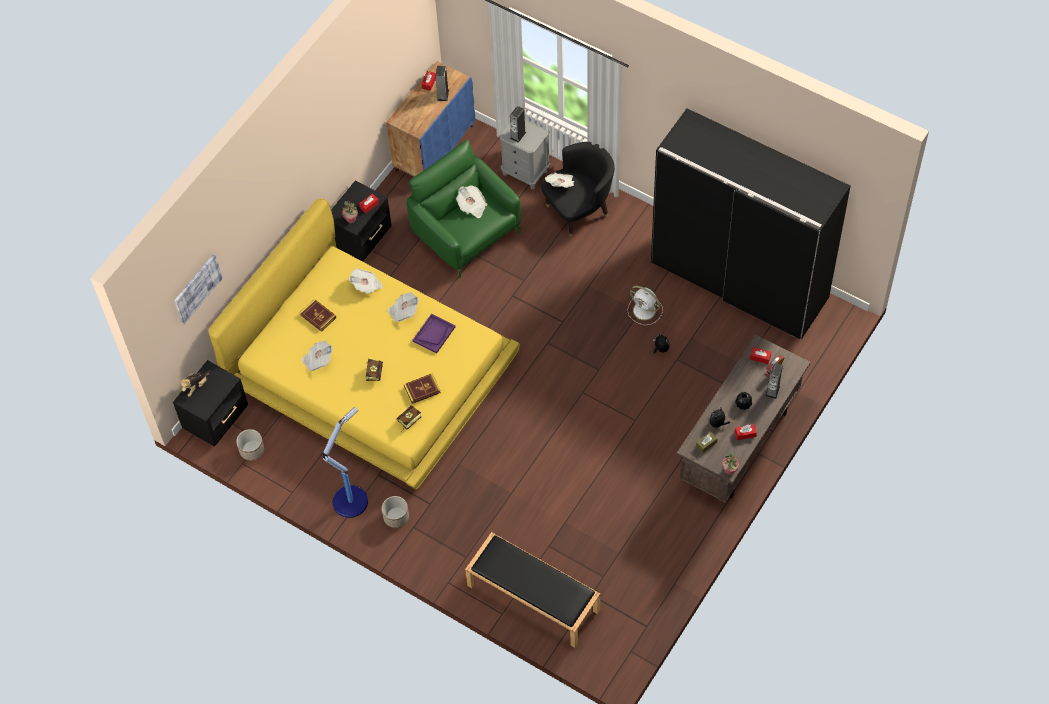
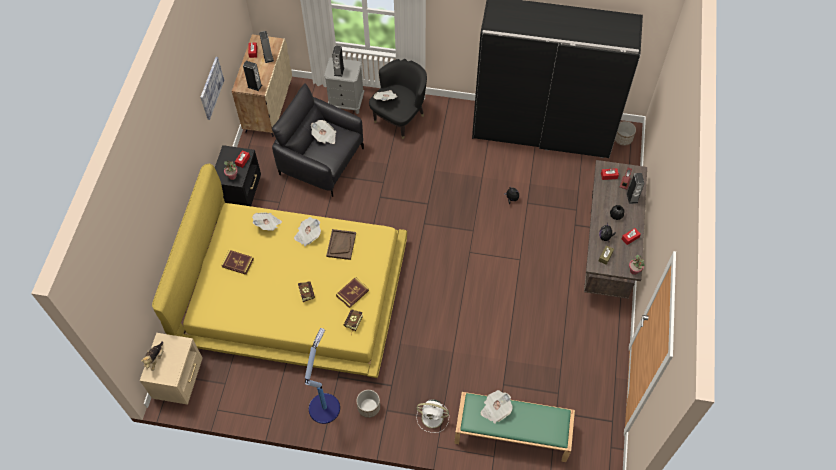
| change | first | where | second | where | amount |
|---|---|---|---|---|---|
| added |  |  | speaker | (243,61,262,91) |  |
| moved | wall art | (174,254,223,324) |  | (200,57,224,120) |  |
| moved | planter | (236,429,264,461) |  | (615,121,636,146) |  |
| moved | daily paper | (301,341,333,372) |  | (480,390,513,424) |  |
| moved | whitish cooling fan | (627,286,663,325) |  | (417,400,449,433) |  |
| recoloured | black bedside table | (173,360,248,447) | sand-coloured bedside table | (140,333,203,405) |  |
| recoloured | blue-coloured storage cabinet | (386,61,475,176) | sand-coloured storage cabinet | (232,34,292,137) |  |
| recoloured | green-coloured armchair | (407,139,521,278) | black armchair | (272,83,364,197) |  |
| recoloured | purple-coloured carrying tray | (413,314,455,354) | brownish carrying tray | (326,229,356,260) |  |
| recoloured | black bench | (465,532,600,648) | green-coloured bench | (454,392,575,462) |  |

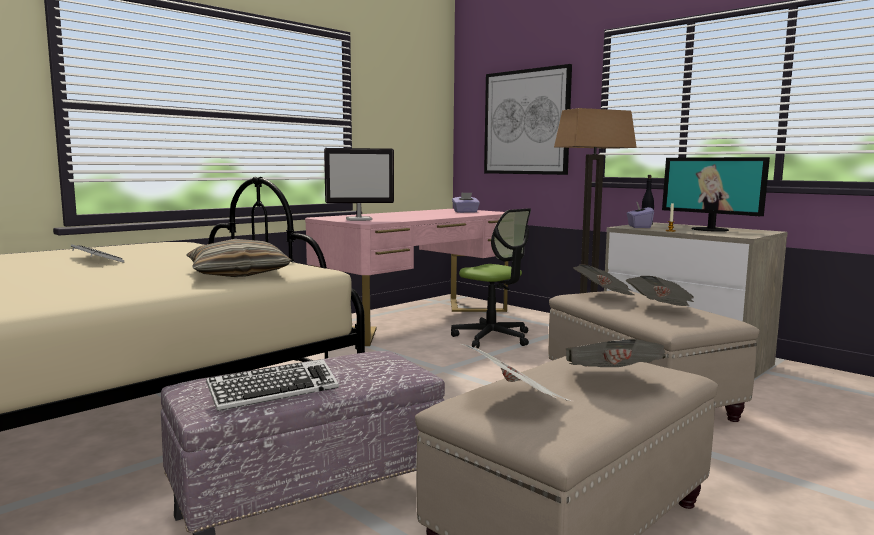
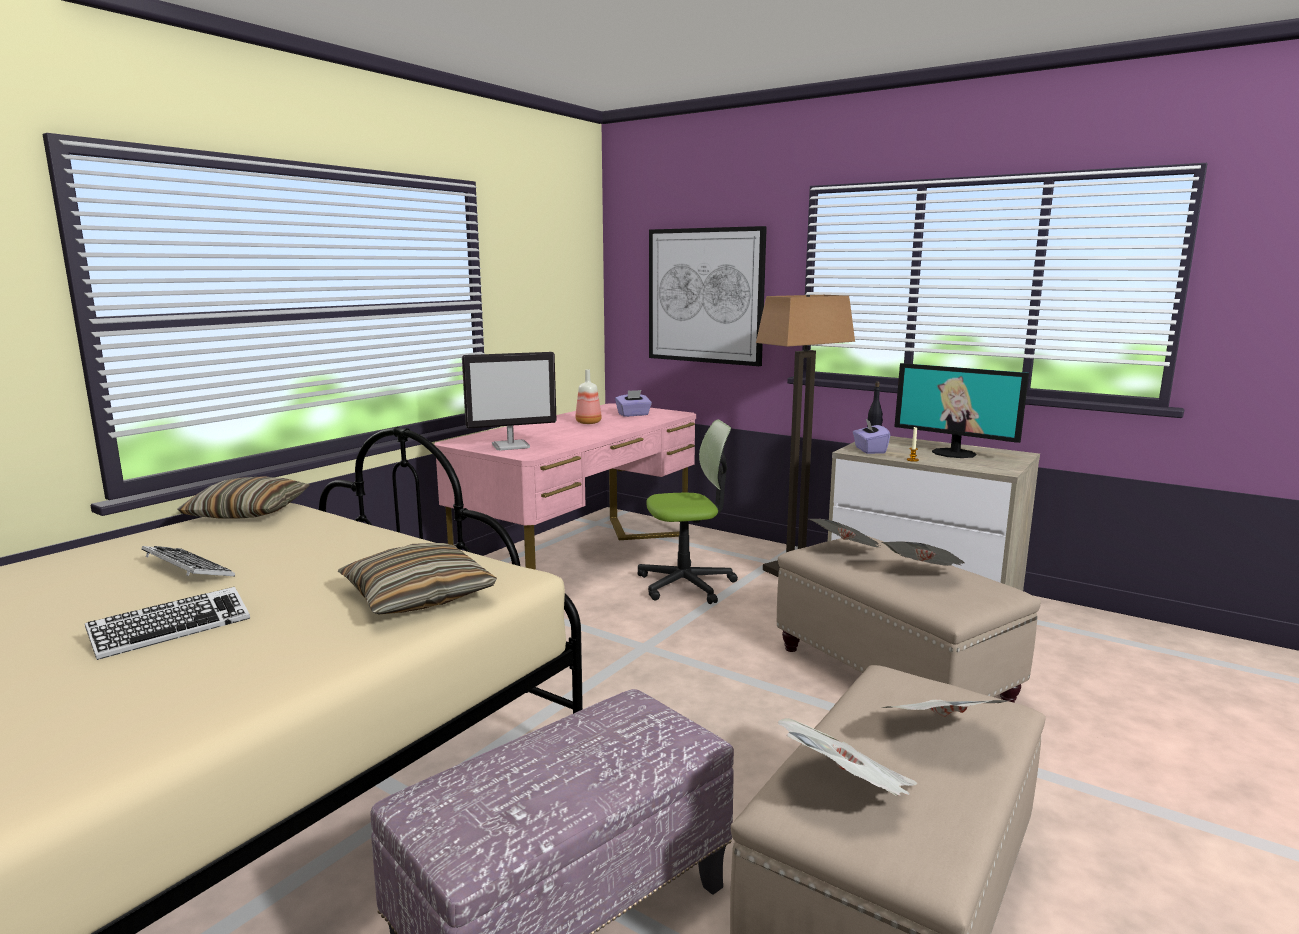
| change | first | where | second | where | amount |
|---|---|---|---|---|---|
| added |  |  | throw pillow | (177,476,310,518) |  |
| added |  |  | drink bottle | (576,369,602,424) |  |
| moved | keyboard | (206,359,339,411) |  | (85,587,250,660) |  |
| turned | office chair | (451,208,531,348) |  | (638,419,738,604) | 45 degrees counterclockwise |

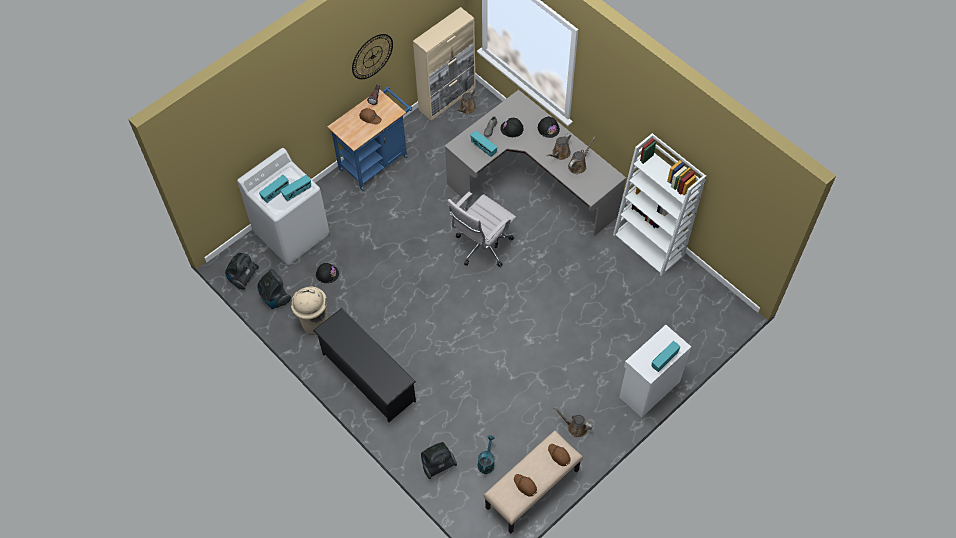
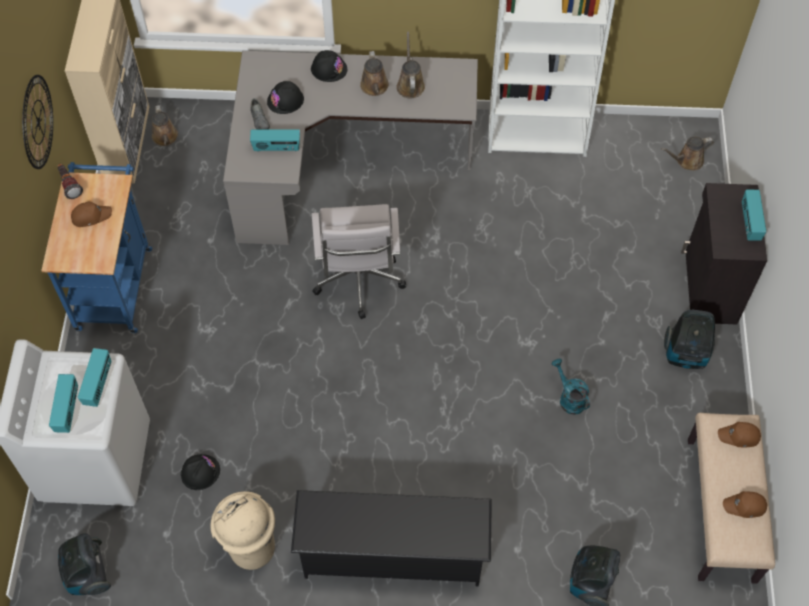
| change | first | where | second | where | amount |
|---|---|---|---|---|---|
| moved | hoover | (257,269,291,309) |  | (664,310,715,369) |  |
| moved | turquoise-coloured watering pot | (478,435,495,474) |  | (552,359,590,415) |  |
| moved | brownish watering pot | (553,407,593,437) |  | (661,137,714,171) |  |
| recoloured | whitish storage cabinet | (619,325,691,418) | black storage cabinet | (681,183,767,324) |  |

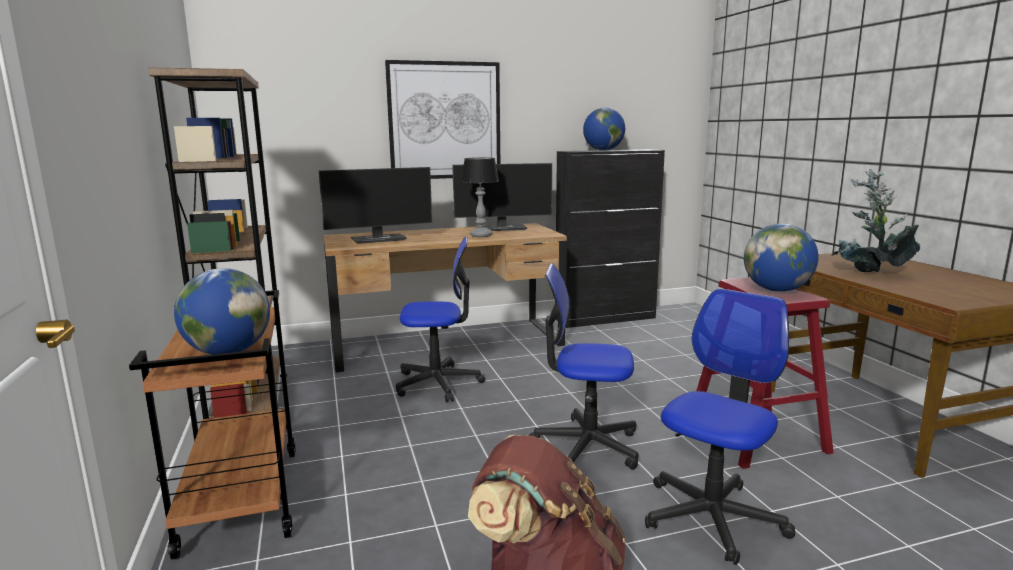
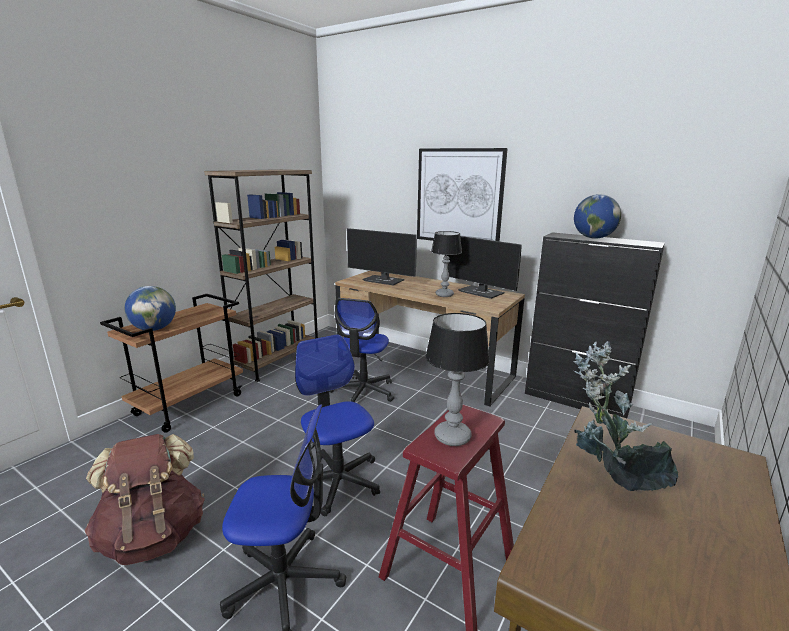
| change | first | where | second | where | amount |
|---|---|---|---|---|---|
| replaced | world globe | (744,223,819,292) | table lamp | (426,313,490,446) |  |
| turned | office chair | (396,237,485,402) |  | (329,298,394,402) | 60 degrees clockwise |

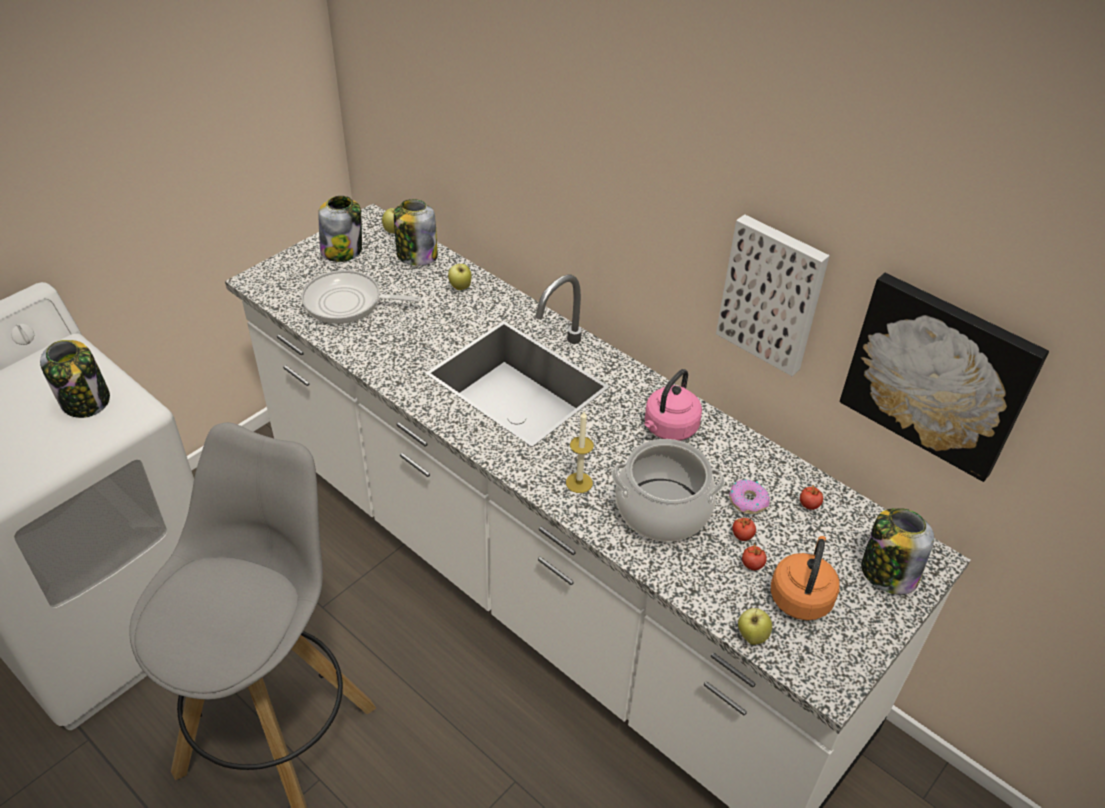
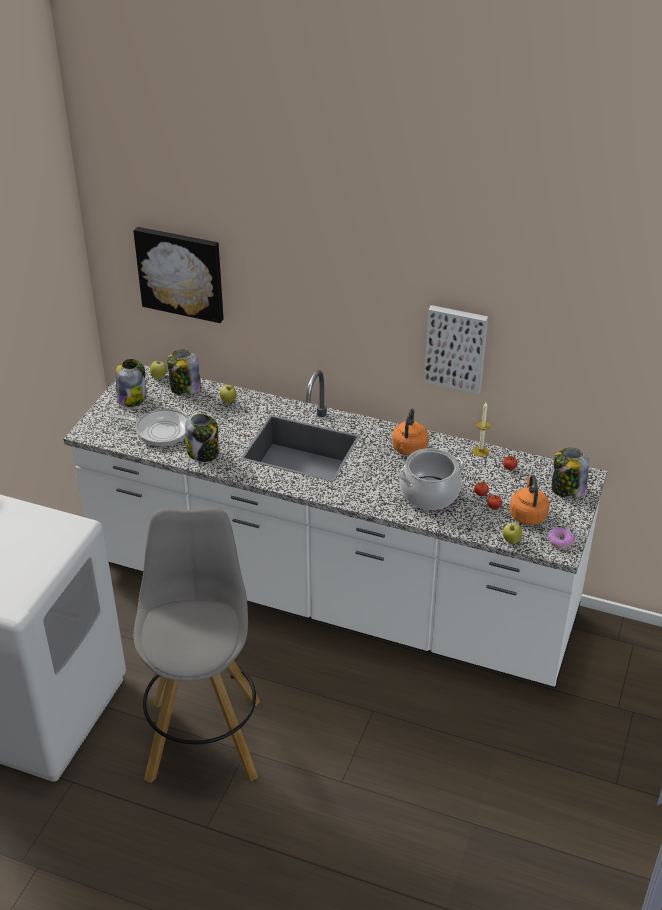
| change | first | where | second | where | amount |
|---|---|---|---|---|---|
| moved | preserve jar | (40,340,110,418) |  | (185,414,219,462) |  |
| moved | candle | (566,412,594,493) |  | (473,402,491,457) |  |
| moved | doughnut | (729,479,770,514) |  | (547,527,575,549) |  |
| moved | wall art | (840,273,1049,482) |  | (133,227,224,323) |  |
| recoloured | pink-coloured tea kettle | (644,369,702,441) | orangey tea kettle | (392,408,428,455) |  |
| turned | skillet | (301,270,421,324) |  | (109,409,188,446) | 150 degrees counterclockwise |

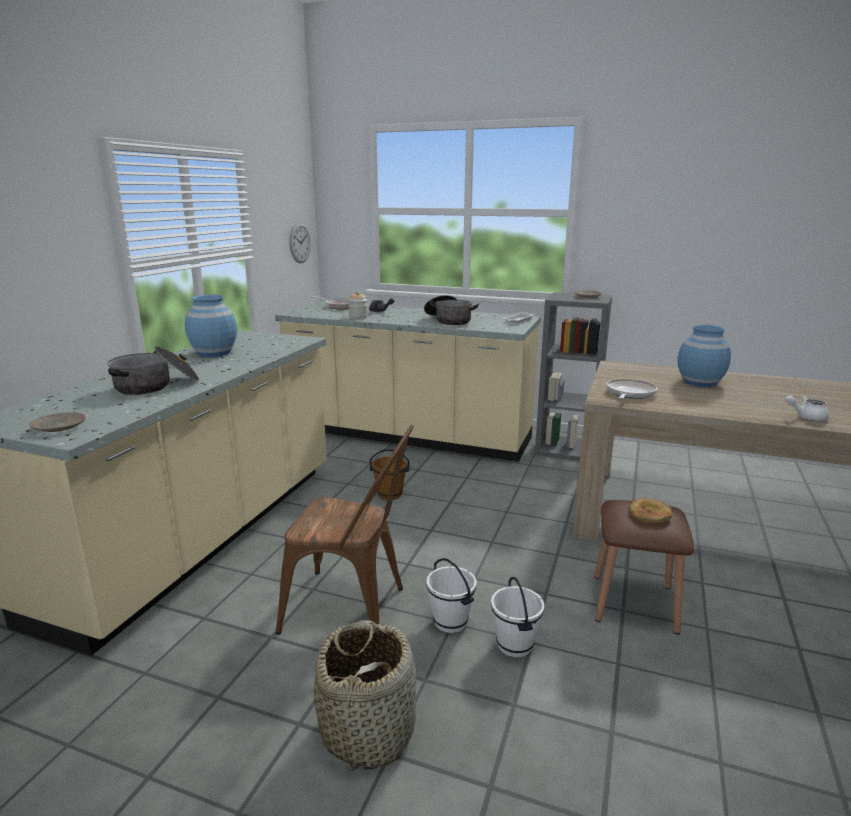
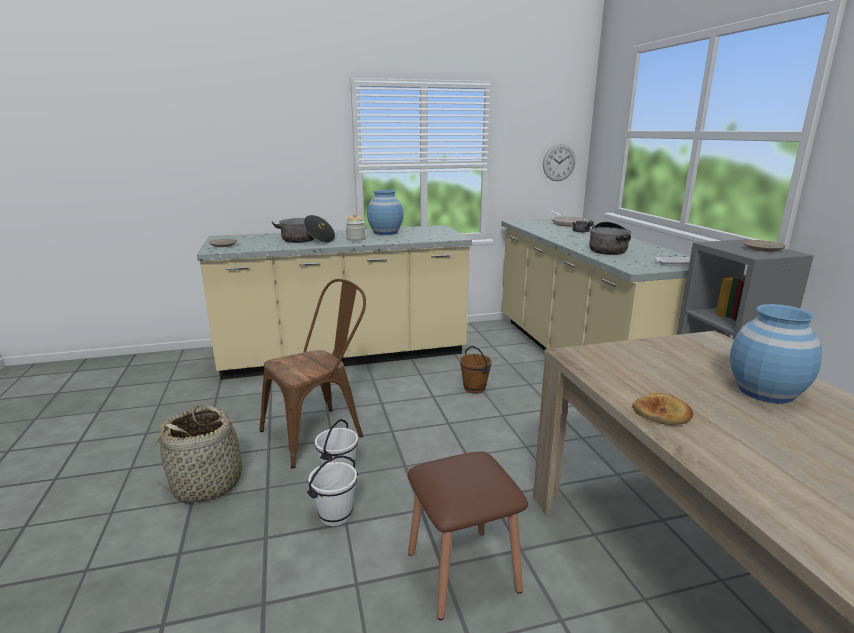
| change | first | where | second | where | amount |
|---|---|---|---|---|---|
| removed | skillet | (606,379,657,399) |  |  |  |
| removed | whitish teapot | (785,396,829,421) |  |  |  |
| moved | preserve jar | (348,291,368,319) |  | (346,214,365,241) |  |
| moved | bakery bread | (629,498,673,523) |  | (632,393,693,425) |  |
| turned | brownish plain chair | (276,425,414,635) |  | (260,279,366,469) | 105 degrees counterclockwise |

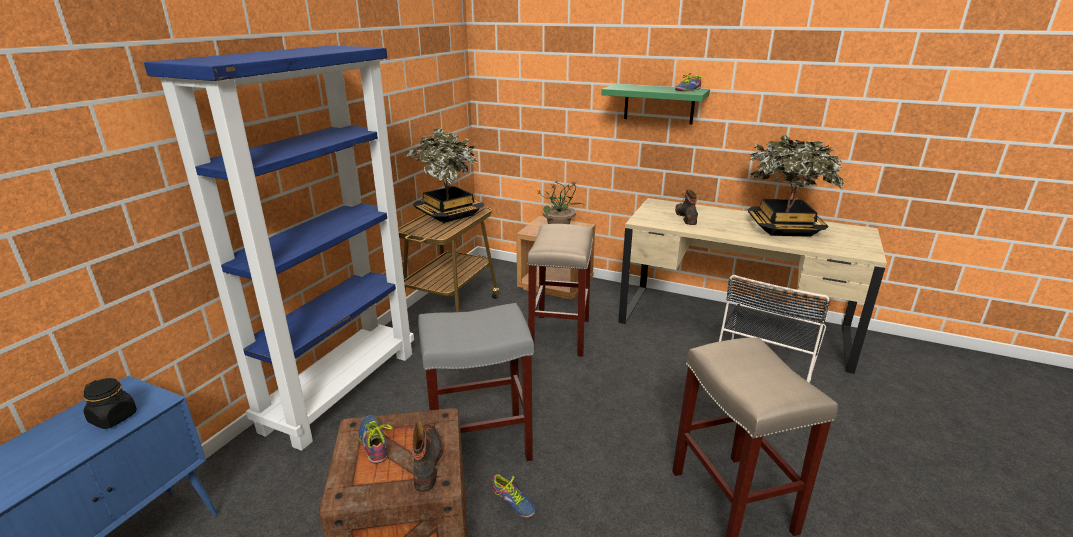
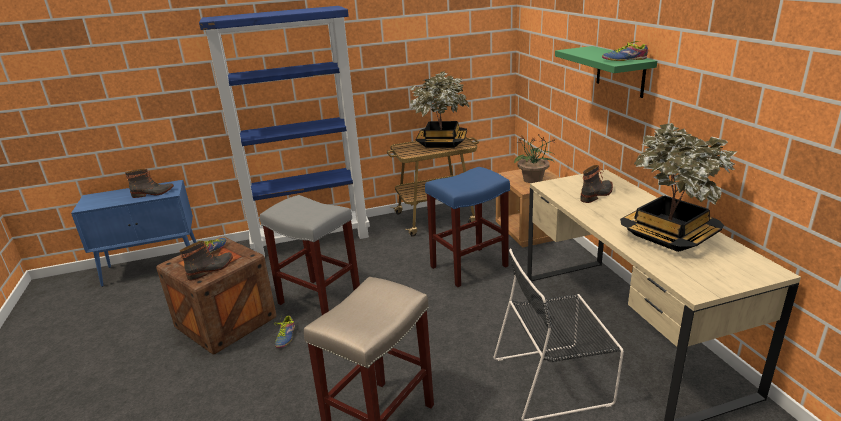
| change | first | where | second | where | amount |
|---|---|---|---|---|---|
| replaced | black preserve jar | (83,378,137,429) | high-top boot | (125,169,174,198) |  |
| recoloured | sand-coloured stool seat | (527,224,593,357) | blue-coloured stool seat | (425,167,510,287) |  |

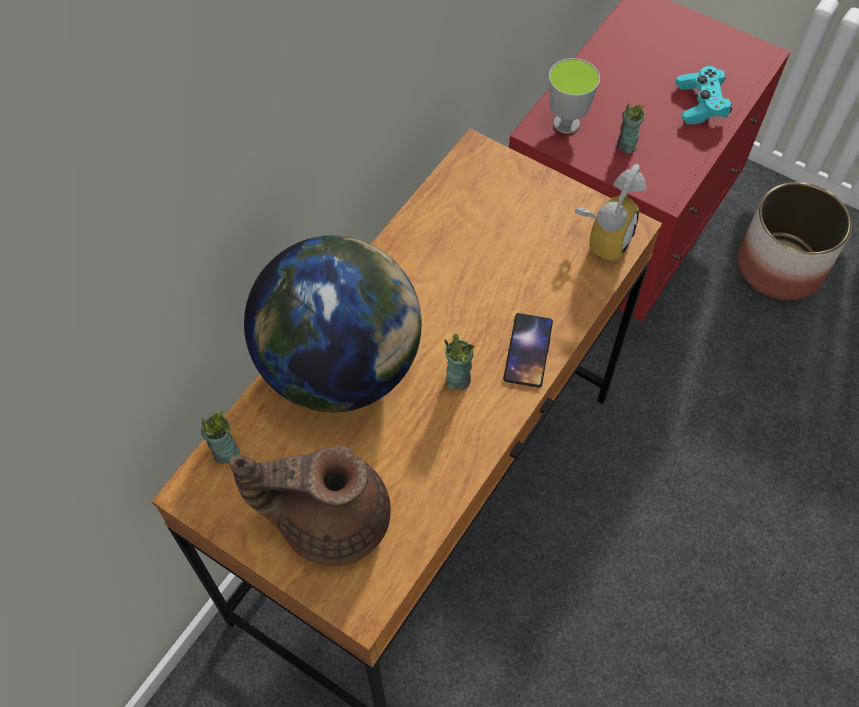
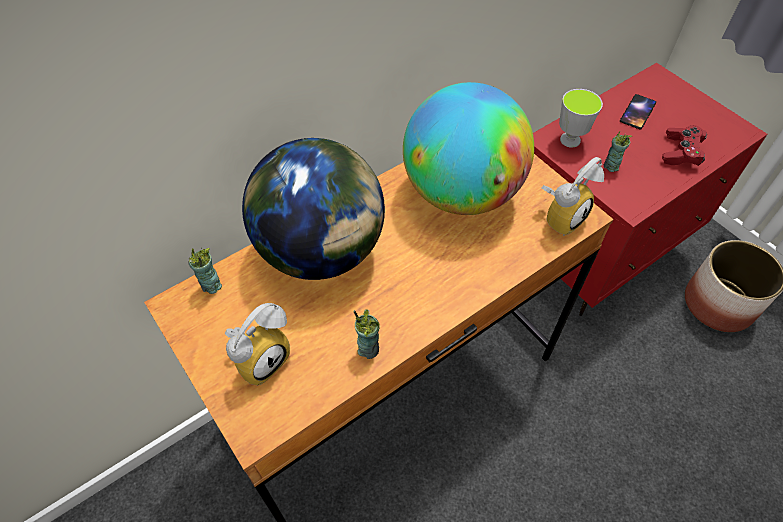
| change | first | where | second | where | amount |
|---|---|---|---|---|---|
| added |  |  | world globe | (403,82,534,215) |  |
| moved | drinking cup | (444,334,474,391) |  | (353,309,380,359) |  |
| moved | handset | (503,313,553,388) |  | (620,94,656,129) |  |
| replaced | brownish teapot | (230,446,391,566) | table clock | (225,303,290,385) |  |
| recoloured | turquoise-coloured gamepad | (676,66,733,124) | red-coloured gamepad | (662,125,707,166) |  |

